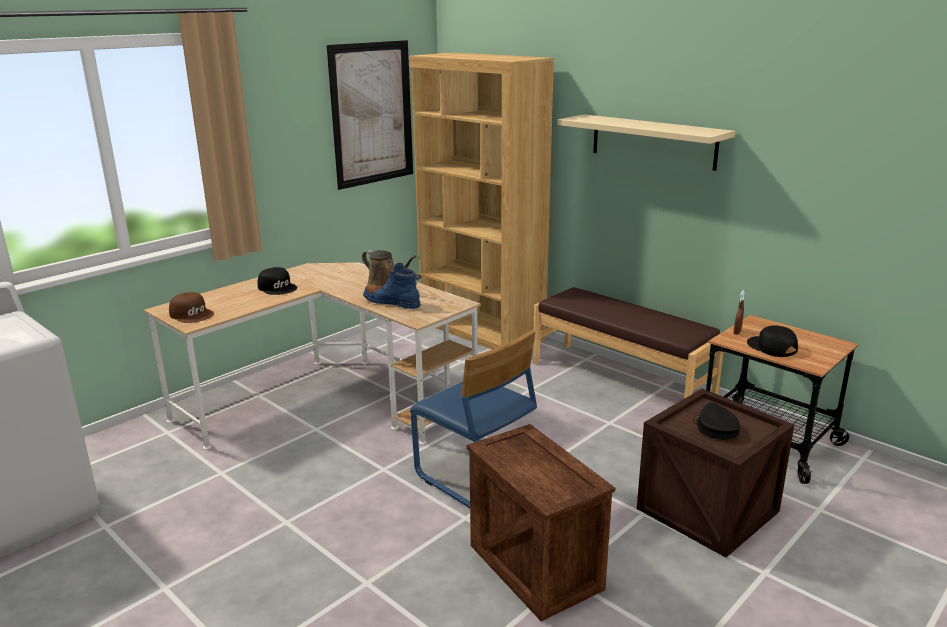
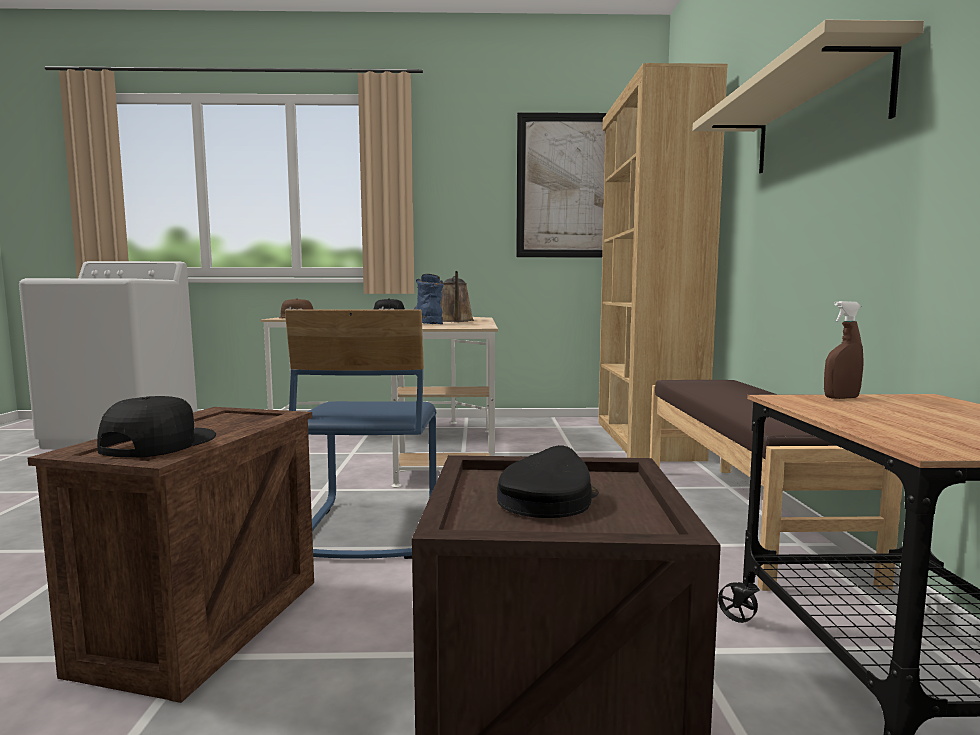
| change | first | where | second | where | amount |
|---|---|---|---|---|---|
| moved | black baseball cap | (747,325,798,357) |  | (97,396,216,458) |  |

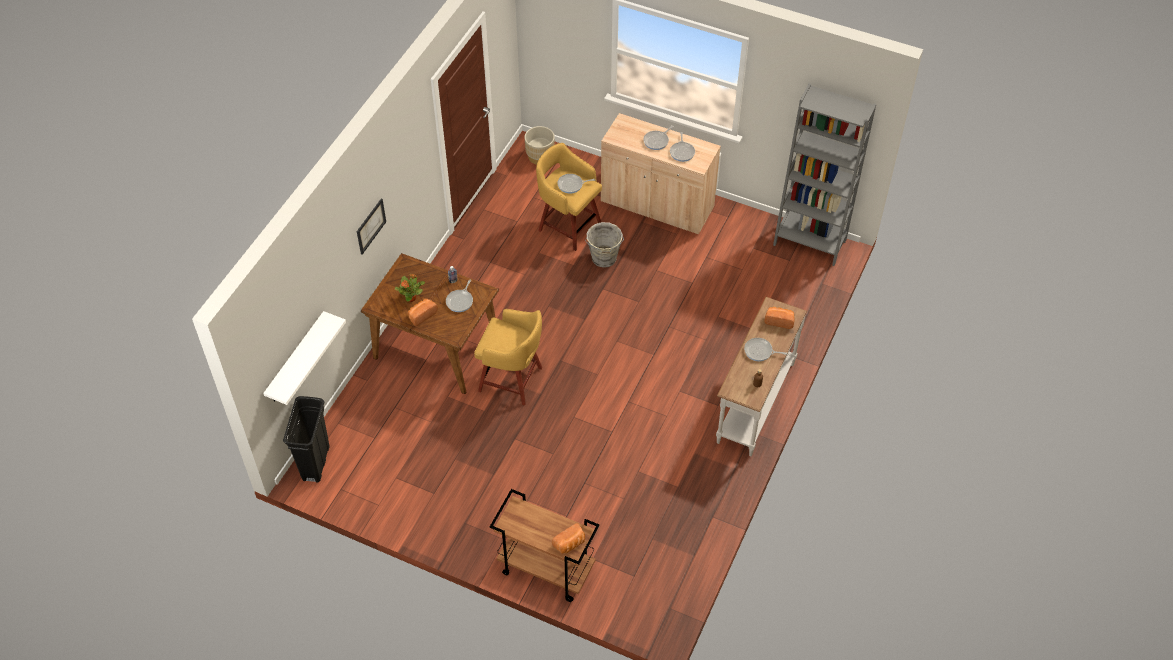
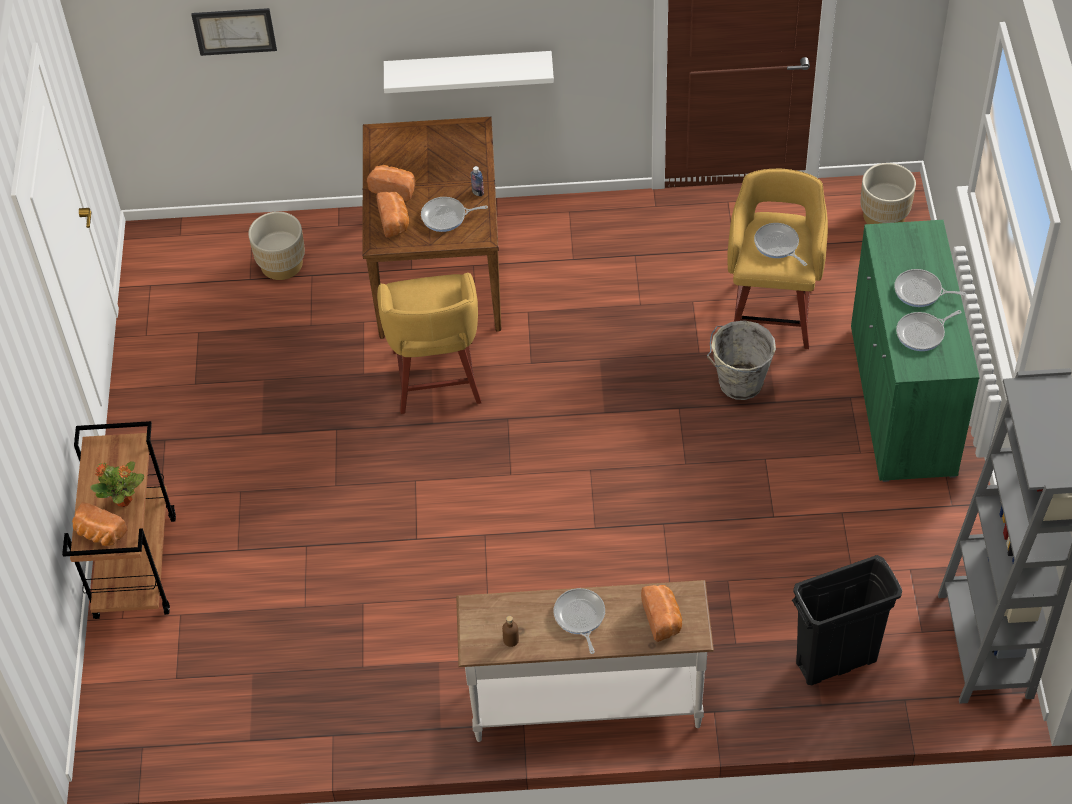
| change | first | where | second | where | amount |
|---|---|---|---|---|---|
| added |  |  | sand-coloured planter | (248,212,305,280) |  |
| added |  |  | bakery bread | (376,192,409,237) |  |
| moved | whitish bracket shelf | (263,311,346,405) |  | (384,51,554,93) |  |
| moved | black trash can | (283,396,330,483) |  | (792,555,902,685) |  |
| moved | wall art | (357,199,386,255) |  | (191,8,277,56) |  |
| moved | plant in a pot | (395,274,425,302) |  | (90,461,144,507) |  |
| recoloured | sand-coloured storage cabinet | (601,113,721,234) | green-coloured storage cabinet | (851,220,980,482) |  |

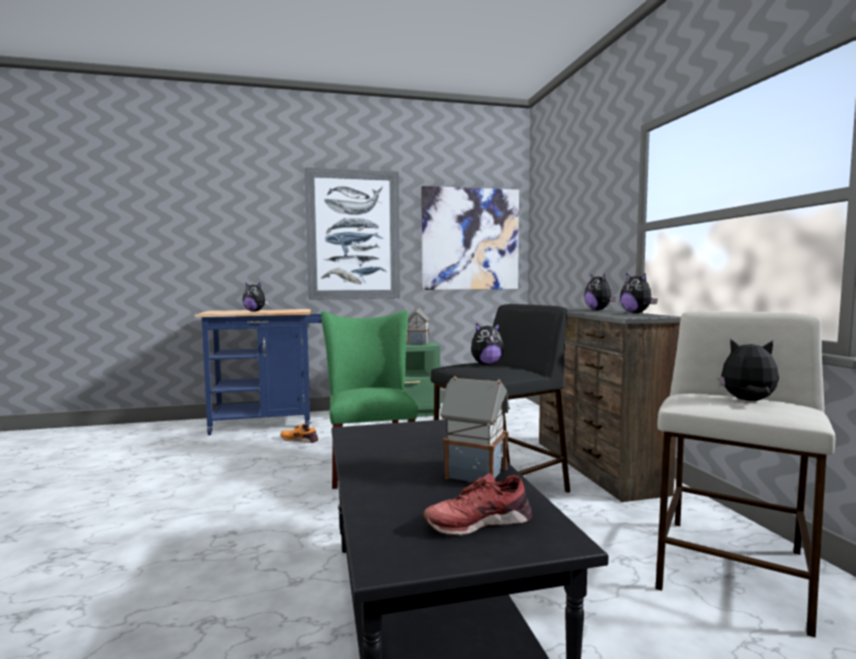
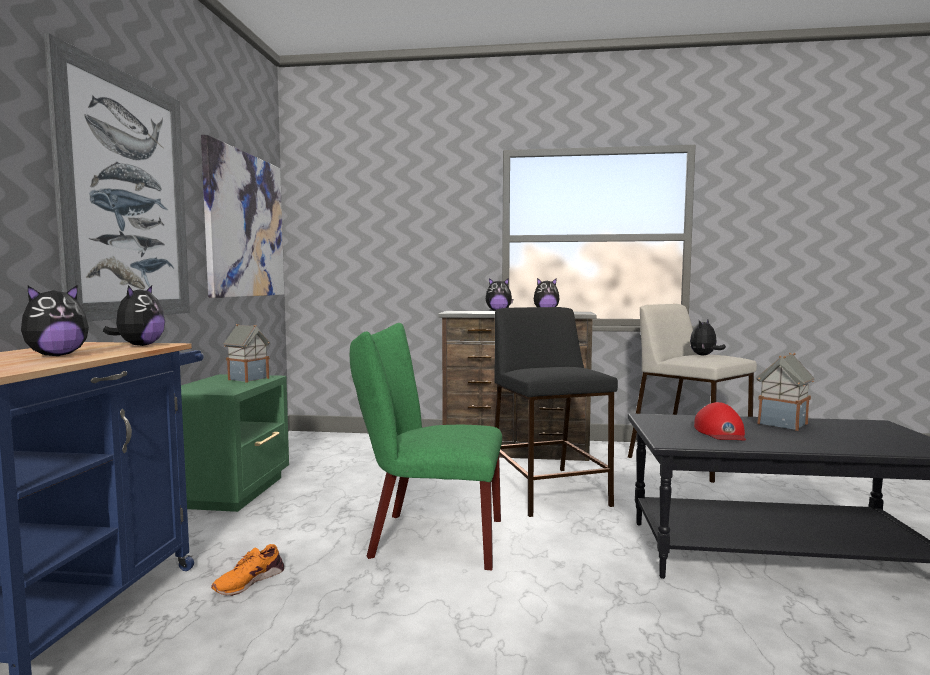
| change | first | where | second | where | amount |
|---|---|---|---|---|---|
| removed | red-coloured item of footwear | (423,473,532,536) |  |  |  |
| added |  |  | red-coloured baseball cap | (694,402,746,440) |  |
| moved | soft toy | (471,322,504,365) |  | (103,285,165,346) |  |

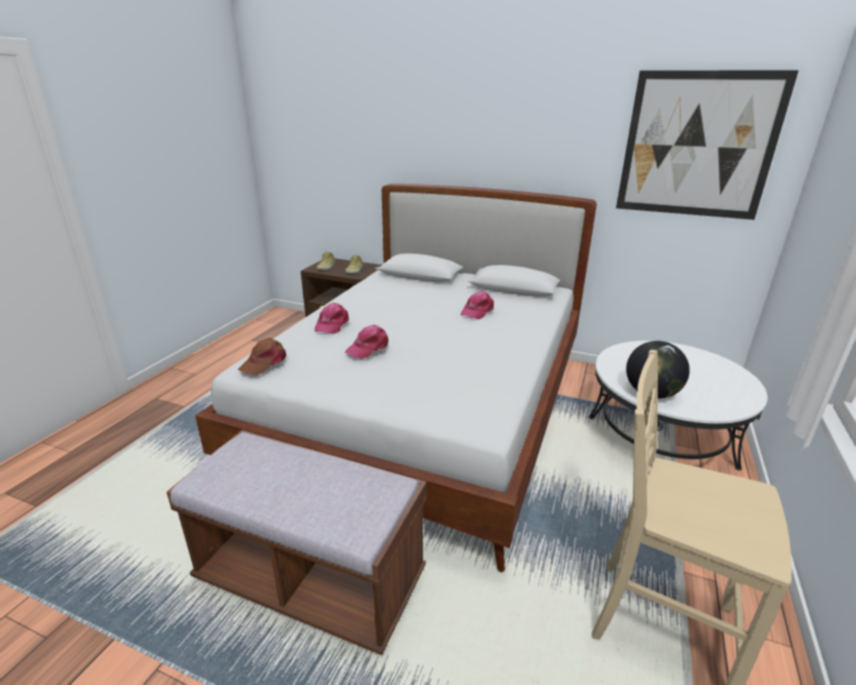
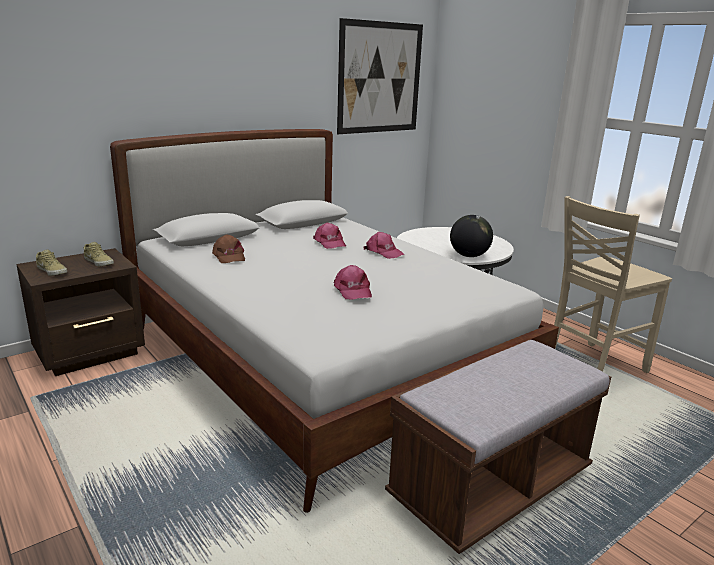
| change | first | where | second | where | amount |
|---|---|---|---|---|---|
| moved | brownish baseball cap | (237,338,286,375) |  | (212,234,245,263) |  |
| moved | pink-coloured baseball cap | (314,303,349,334) |  | (364,232,404,259) |  |

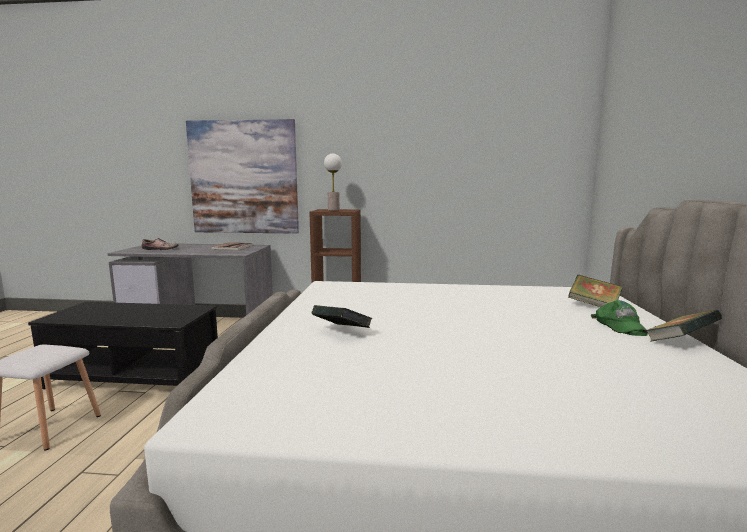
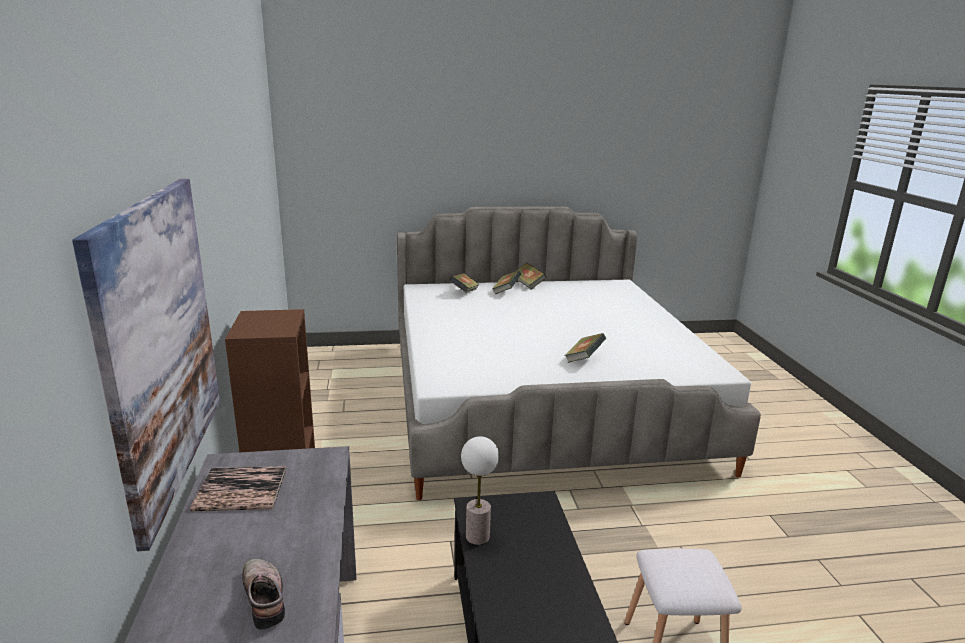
| change | first | where | second | where | amount |
|---|---|---|---|---|---|
| moved | table lamp | (324,153,342,211) |  | (461,436,499,545) |  |
| replaced | green-coloured baseball cap | (591,300,648,336) | volume | (492,270,521,294) |  |

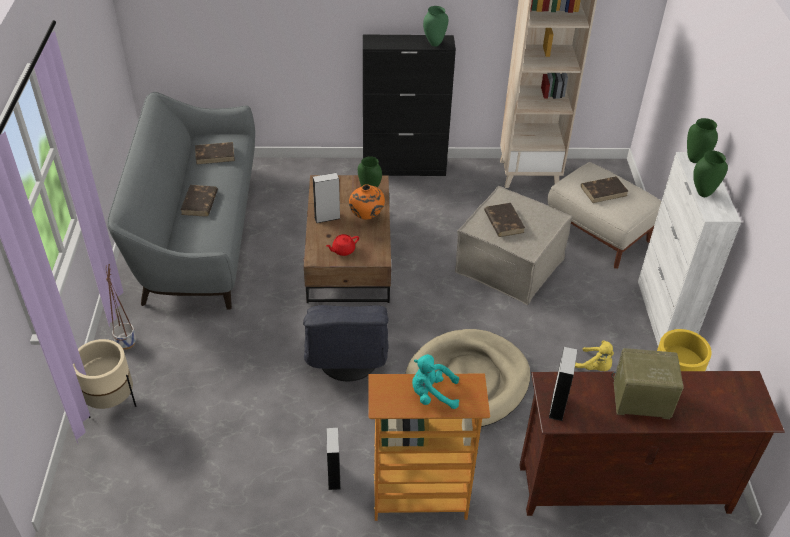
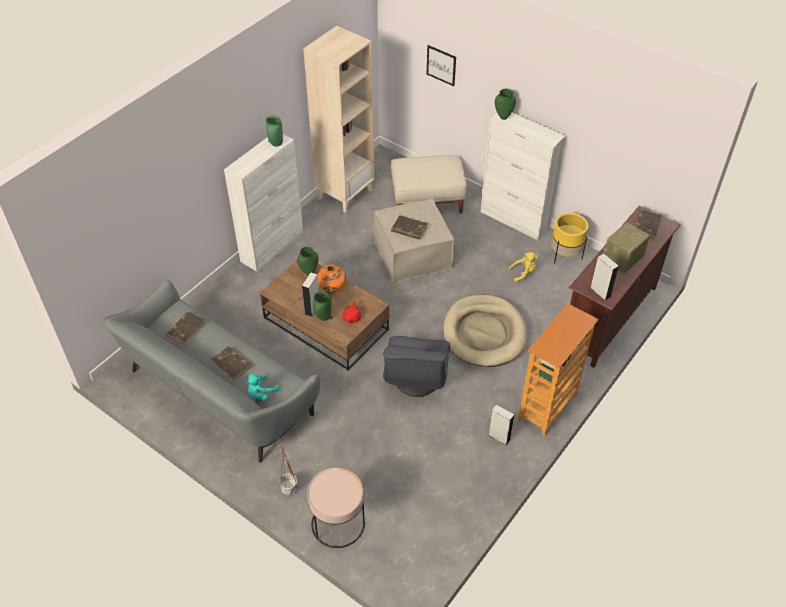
| change | first | where | second | where | amount |
|---|---|---|---|---|---|
| added |  |  | wall art | (427,45,456,86) |  |
| moved | turquoise-coloured soft toy | (412,354,459,409) |  | (246,374,280,401) |  |
| moved | brownish volume | (581,176,628,203) |  | (634,210,661,240) |  |
| moved | green-coloured flower vase | (693,150,728,197) |  | (313,292,332,321) |  |
| replaced | sand-coloured planter | (73,339,136,418) | pink-coloured end table | (307,468,365,548) |  |
| recoloured | black storage cabinet | (363,35,456,176) | whitish storage cabinet | (224,134,303,272) |  |
| turned | greyish armchair | (303,305,389,381) |  | (383,336,450,397) | 60 degrees clockwise |

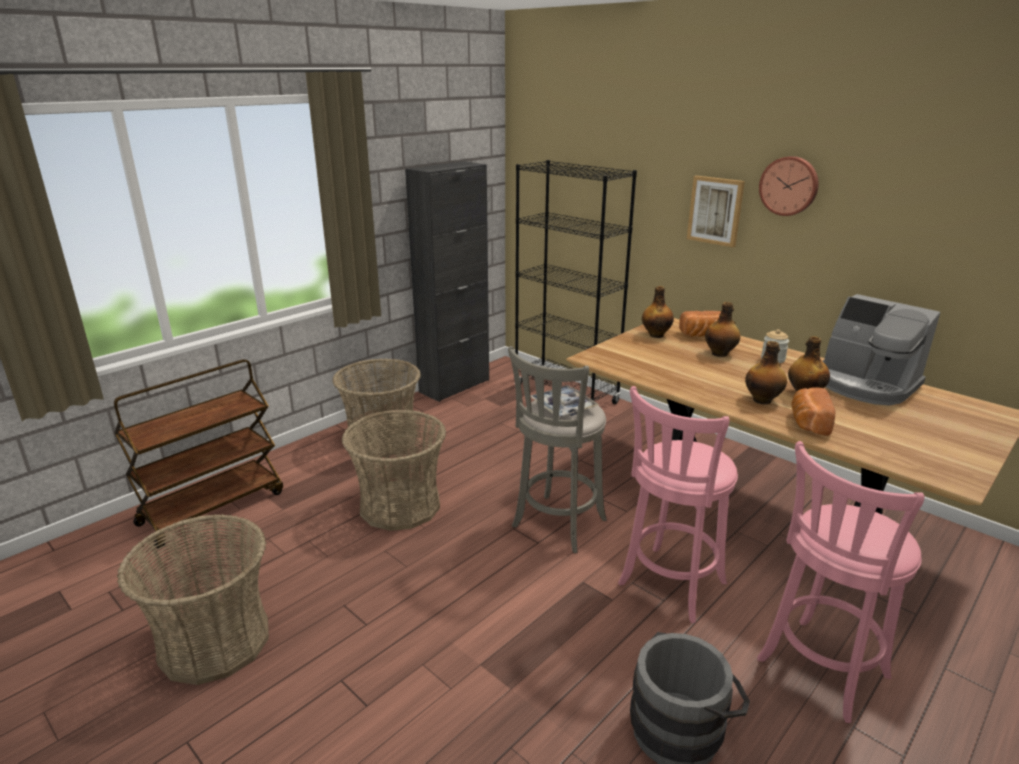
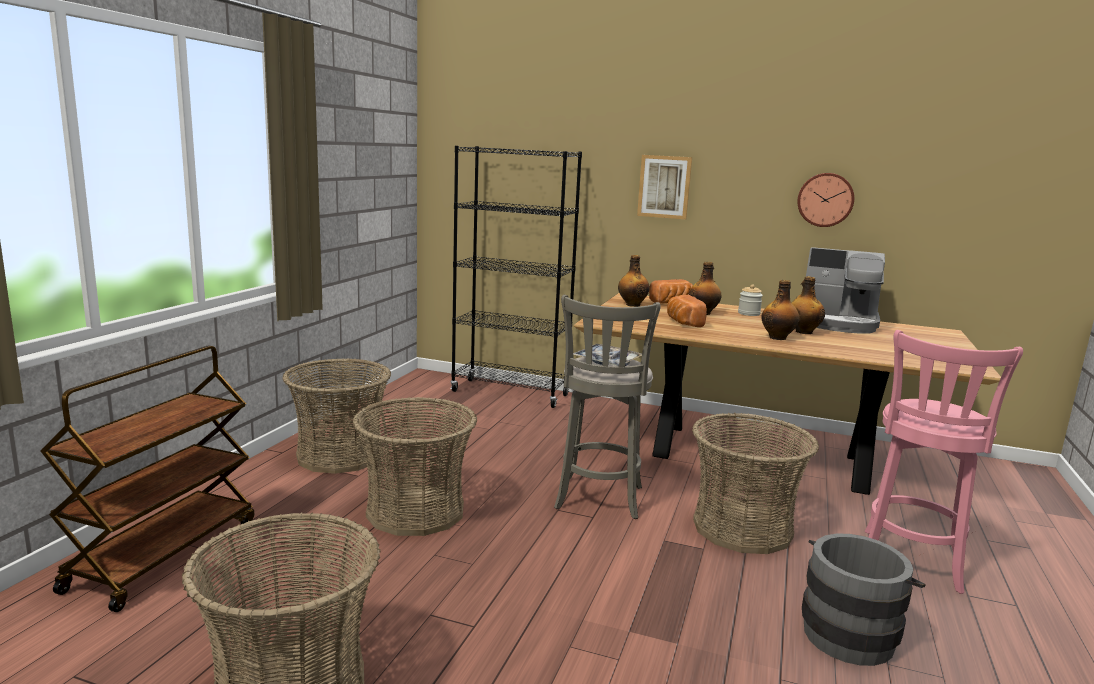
| change | first | where | second | where | amount |
|---|---|---|---|---|---|
| removed | black storage cabinet | (405,161,489,402) |  |  |  |
| moved | clock on the wall | (759,156,819,216) |  | (797,173,854,227) |  |
| moved | bakery bread | (791,387,835,436) |  | (667,295,707,327) |  |
| replaced | pink-coloured stool seat | (618,386,738,623) | storage basket | (692,413,819,554) |  |

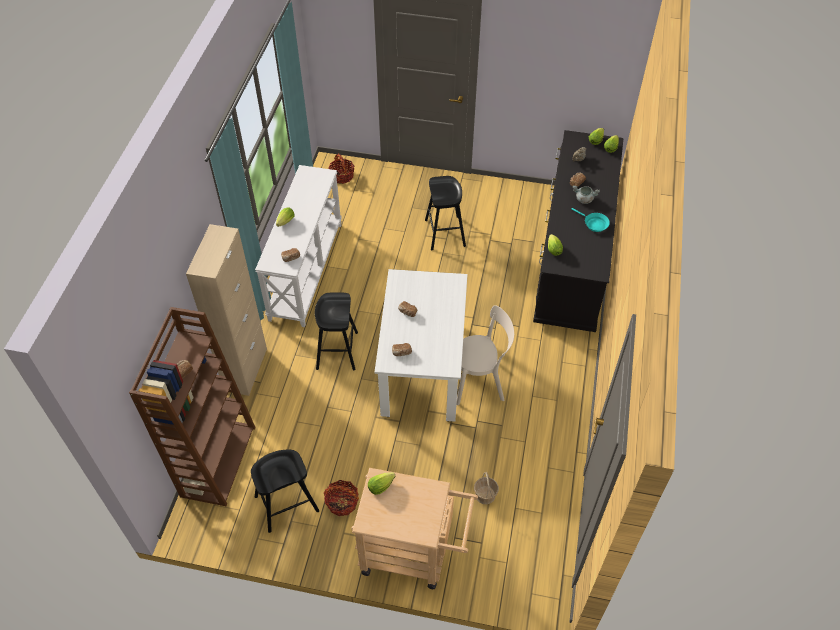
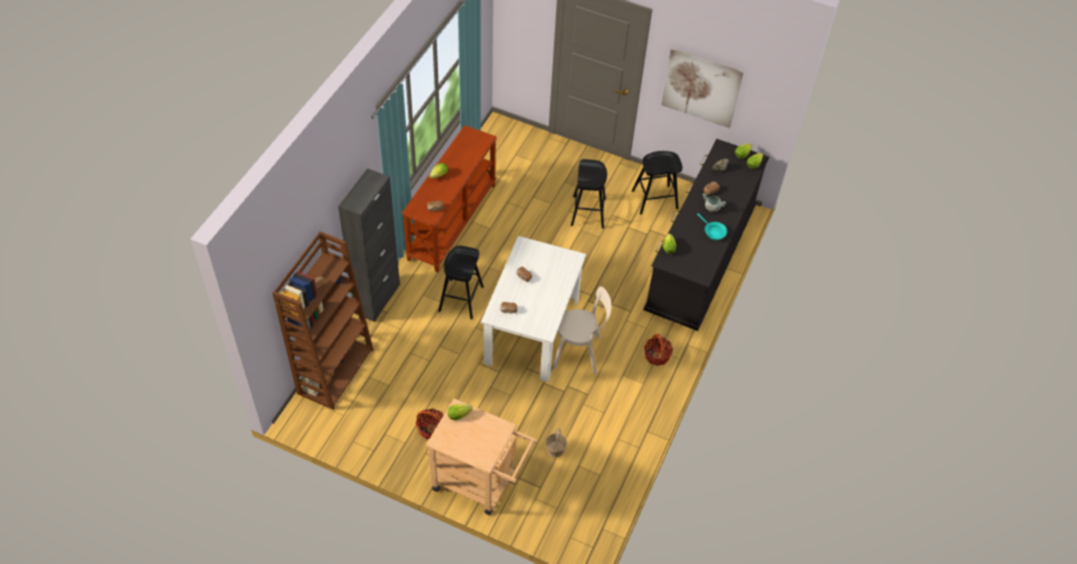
| change | first | where | second | where | amount |
|---|---|---|---|---|---|
| added |  |  | wall art | (661,48,744,128) |  |
| moved | black stool seat | (251,450,319,533) |  | (632,151,683,214) |  |
| moved | storage basket | (328,153,355,184) |  | (644,334,673,366) |  |
| recoloured | sand-coloured storage cabinet | (186,224,267,396) | black storage cabinet | (338,168,400,322) |  |
| recoloured | whitish narrow table | (255,165,342,327) | brownish narrow table | (402,125,497,272) |  |

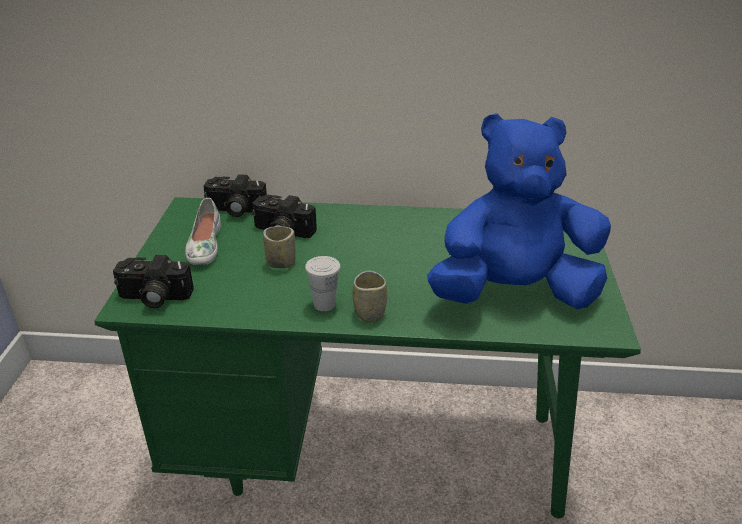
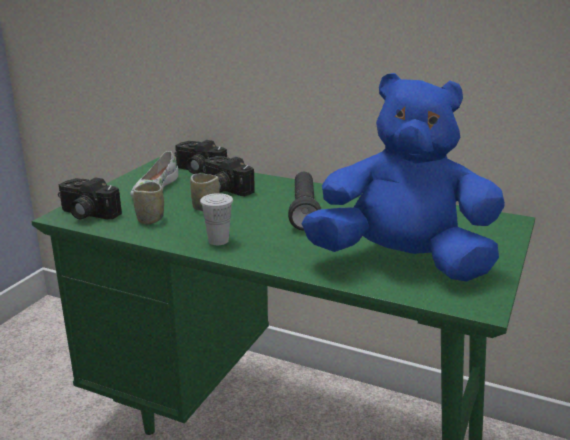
| change | first | where | second | where | amount |
|---|---|---|---|---|---|
| added |  |  | black flashlight | (288,172,321,231) |  |
| moved | drinking cup | (353,271,387,322) |  | (133,182,164,225) |  |

